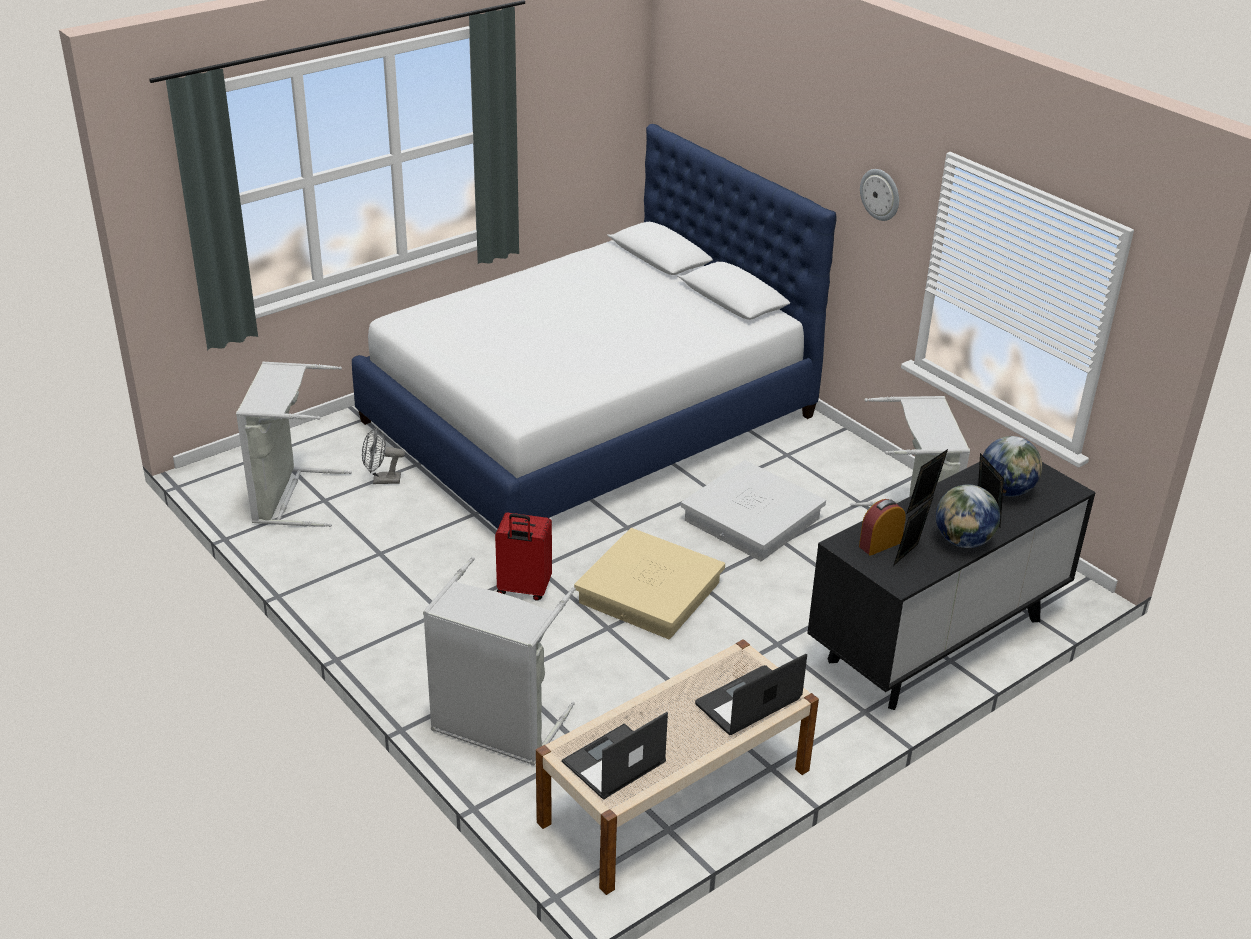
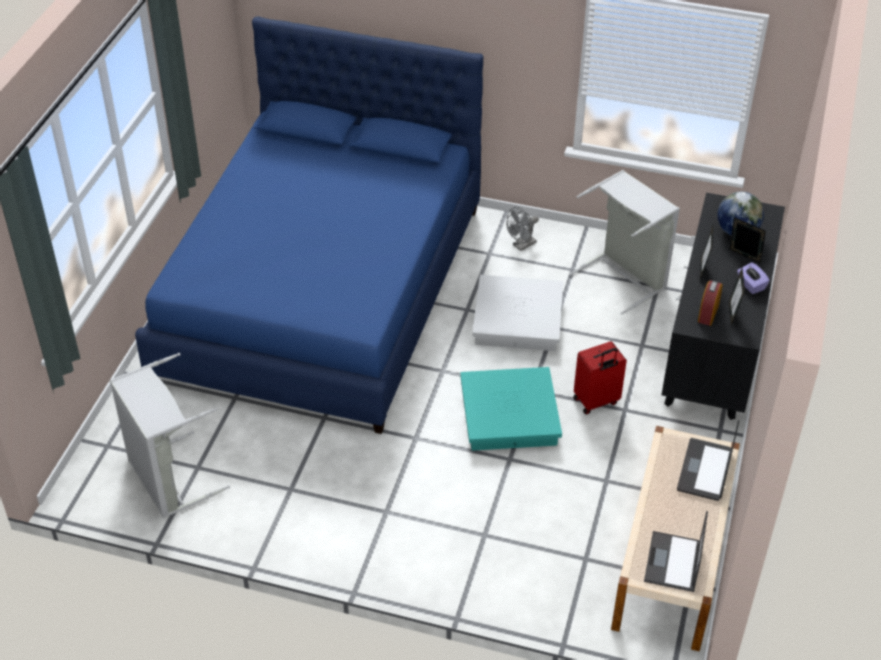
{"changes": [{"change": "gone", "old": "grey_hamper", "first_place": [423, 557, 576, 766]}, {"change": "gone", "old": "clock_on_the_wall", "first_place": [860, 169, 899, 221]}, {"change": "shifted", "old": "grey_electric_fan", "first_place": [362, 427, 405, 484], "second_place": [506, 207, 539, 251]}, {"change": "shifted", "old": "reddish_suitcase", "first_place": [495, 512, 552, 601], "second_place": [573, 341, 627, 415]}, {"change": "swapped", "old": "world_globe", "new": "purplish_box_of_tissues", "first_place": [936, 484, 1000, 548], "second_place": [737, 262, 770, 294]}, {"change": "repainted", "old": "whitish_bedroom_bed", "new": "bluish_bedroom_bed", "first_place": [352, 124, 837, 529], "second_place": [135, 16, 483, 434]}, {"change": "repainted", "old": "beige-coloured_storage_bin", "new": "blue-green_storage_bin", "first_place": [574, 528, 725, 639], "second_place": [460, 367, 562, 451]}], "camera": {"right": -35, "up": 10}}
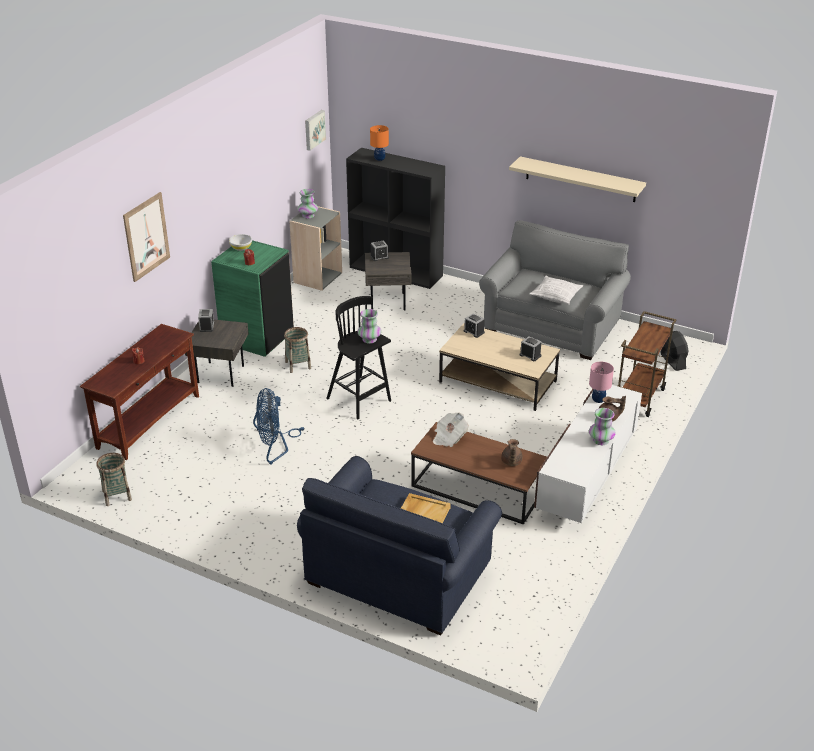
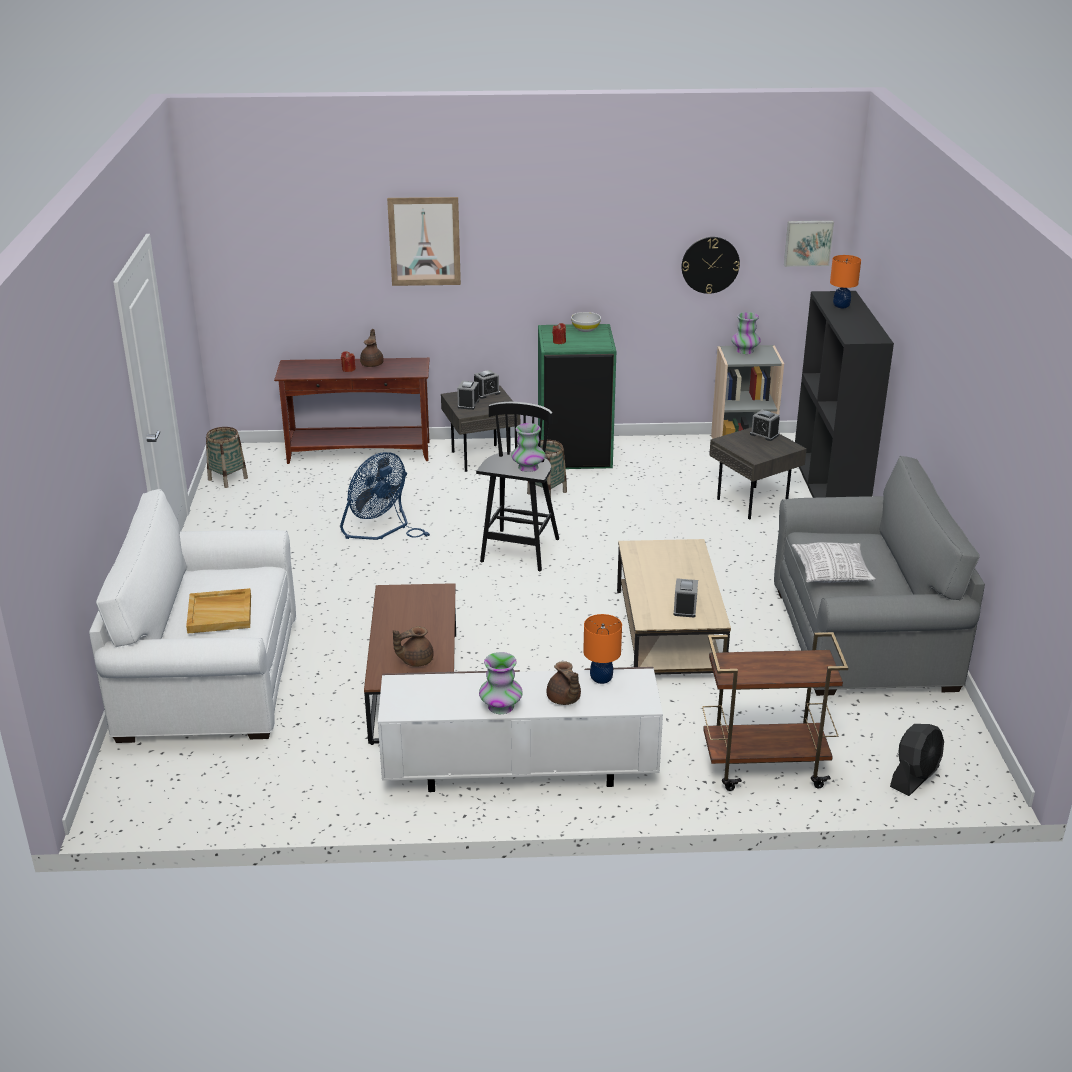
{"changes": [{"change": "gone", "old": "daily_paper", "first_place": [433, 413, 468, 447]}, {"change": "gone", "old": "beige-coloured_bracket_shelf", "first_place": [509, 156, 646, 202]}, {"change": "new", "new": "brown-coloured_tea_pot", "second_place": [360, 329, 384, 367]}, {"change": "new", "new": "clock_on_the_wall", "second_place": [682, 237, 740, 294]}, {"change": "shifted", "old": "bedside_clock", "first_place": [464, 313, 485, 338], "second_place": [457, 381, 479, 410]}, {"change": "repainted", "old": "bluish_couch", "new": "whitish_couch", "first_place": [297, 456, 502, 635], "second_place": [89, 489, 296, 743]}, {"change": "repainted", "old": "pinkish_table_lamp", "new": "orange_table_lamp", "first_place": [589, 362, 614, 403], "second_place": [583, 614, 622, 684]}], "camera": {"right": 60, "up": -5}}
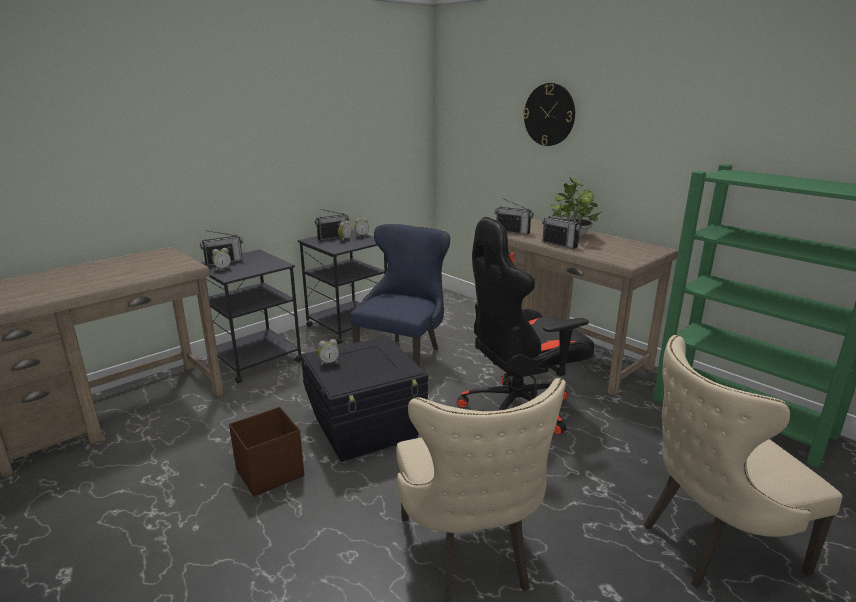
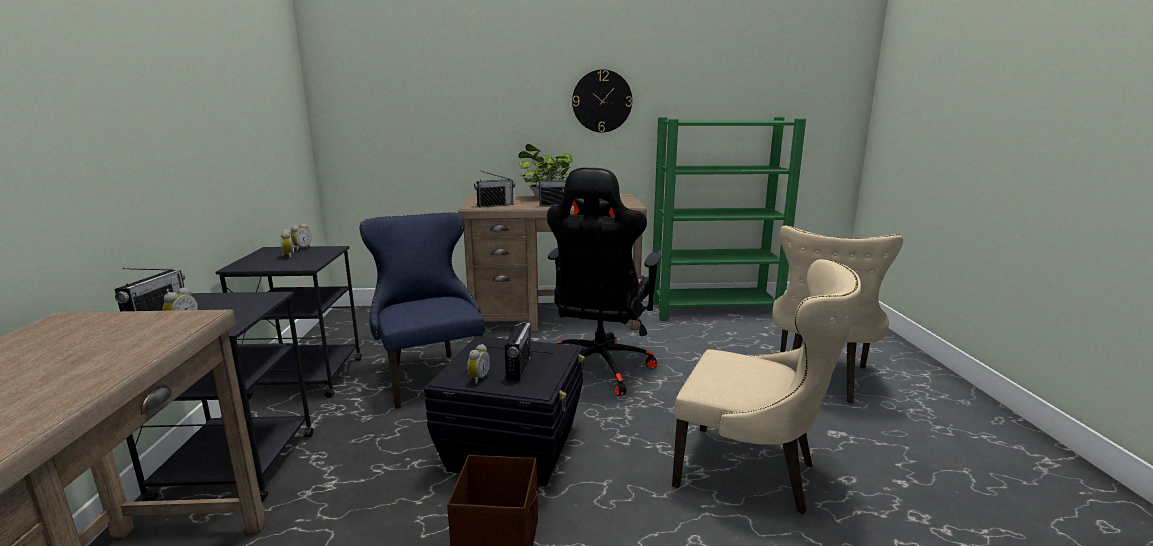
{"changes": [{"change": "shifted", "old": "radio", "first_place": [315, 209, 349, 240], "second_place": [504, 322, 532, 381]}, {"change": "shifted", "old": "clock_on_the_wall", "first_place": [523, 83, 575, 146], "second_place": [572, 69, 632, 132]}], "camera": {"right": -50, "up": -5}}
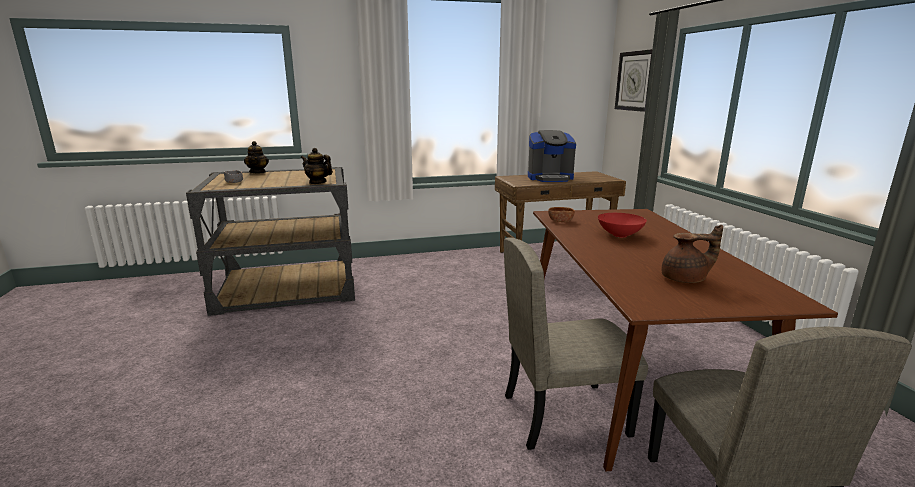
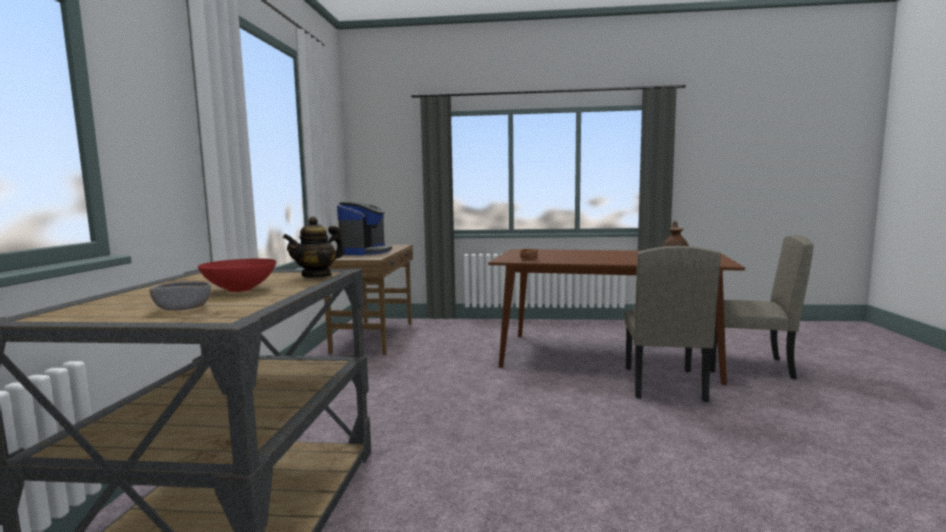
{"changes": [{"change": "gone", "old": "tea_pot", "first_place": [244, 141, 269, 173]}, {"change": "gone", "old": "clock_on_the_wall", "first_place": [615, 49, 652, 112]}, {"change": "shifted", "old": "reddish_serving_bowl", "first_place": [598, 213, 647, 237], "second_place": [198, 259, 276, 292]}], "camera": {"right": -70, "up": -10}}
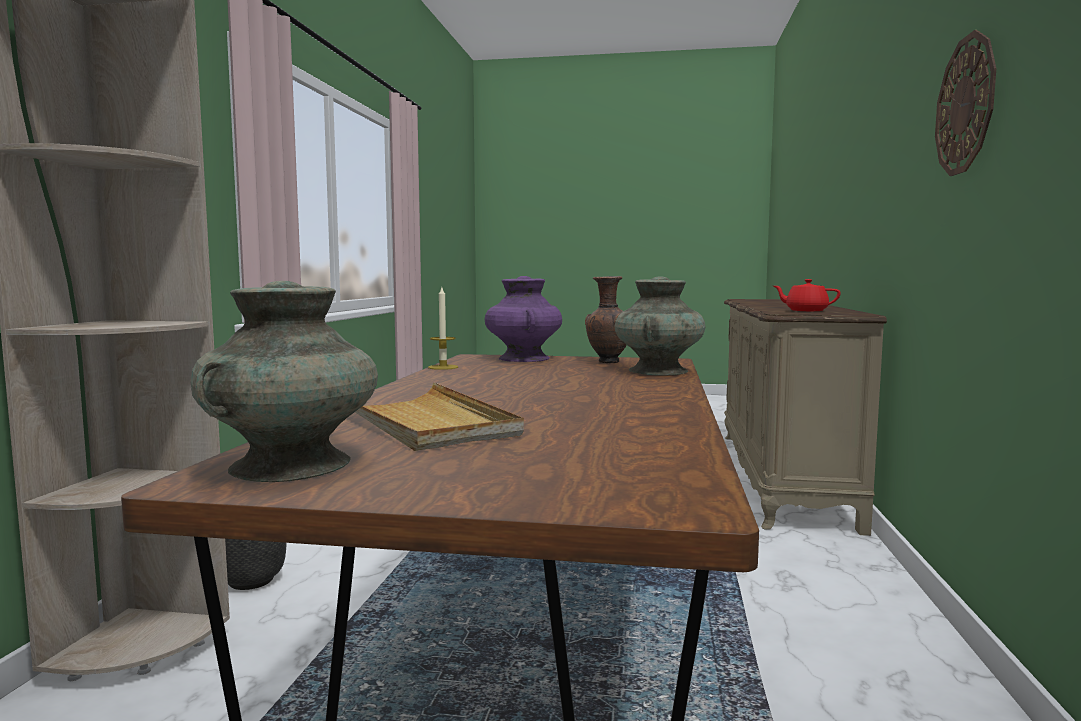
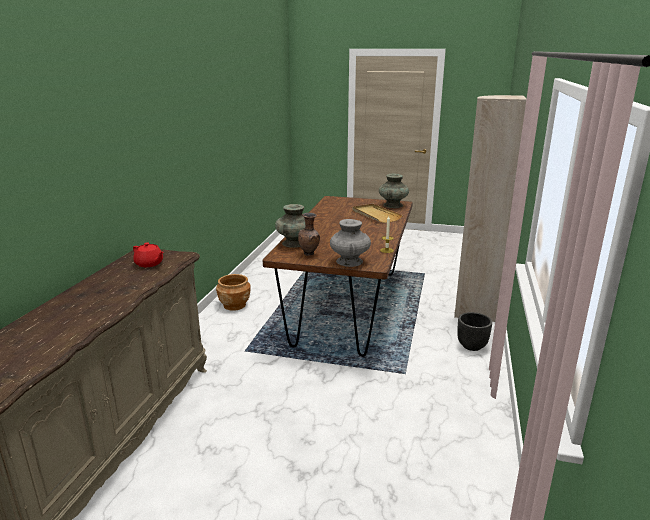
{"changes": [{"change": "gone", "old": "clock_on_the_wall", "first_place": [935, 30, 996, 176]}, {"change": "new", "new": "brown-coloured_planter", "second_place": [216, 274, 251, 311]}, {"change": "repainted", "old": "purplish_decorative_vase", "new": "grey_decorative_vase", "first_place": [484, 276, 562, 362], "second_place": [330, 219, 371, 267]}], "camera": {"right": -175, "up": 15}}
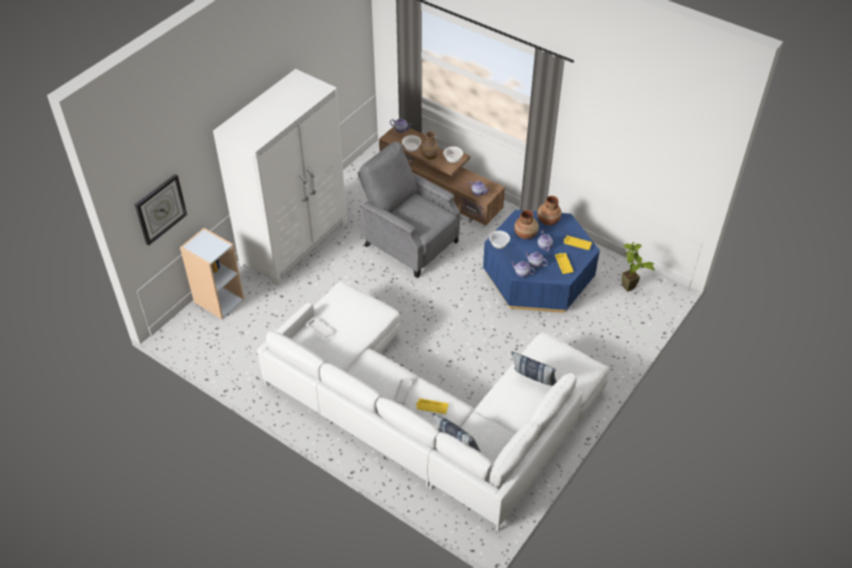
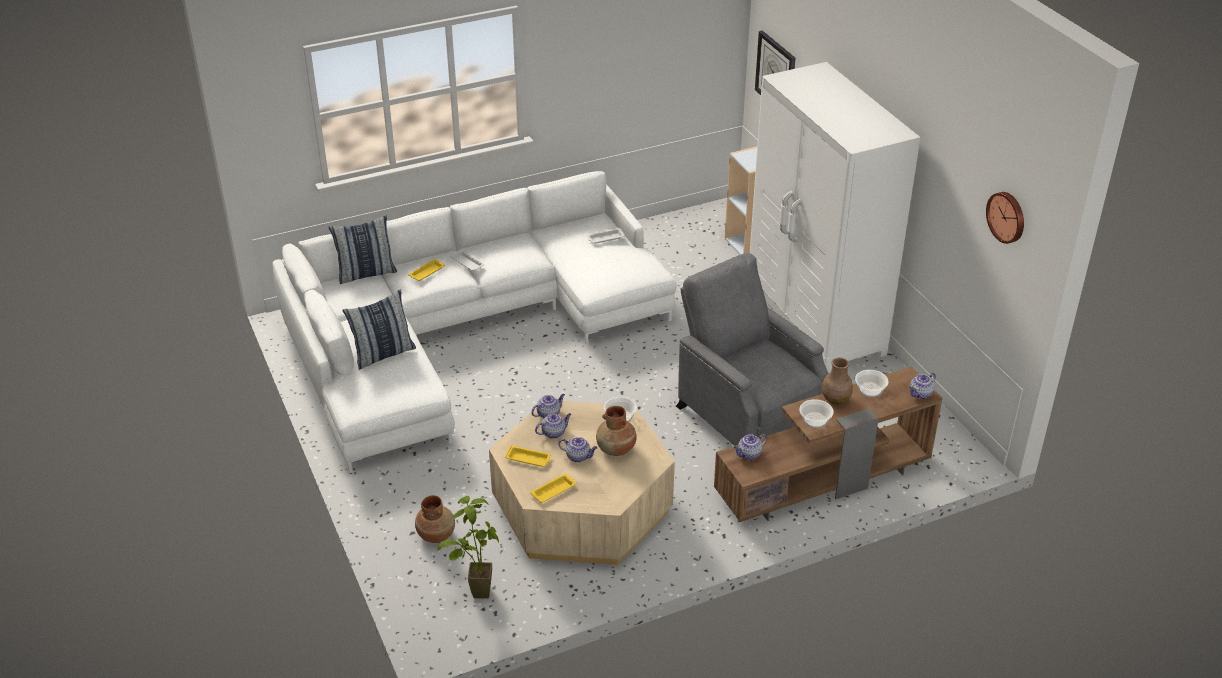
{"changes": [{"change": "new", "new": "clock_on_the_wall", "second_place": [986, 192, 1024, 244]}, {"change": "shifted", "old": "brown-coloured_decorative_vase", "first_place": [537, 196, 562, 225], "second_place": [415, 495, 455, 543]}, {"change": "repainted", "old": "bluish_lounge_table", "new": "beige-coloured_lounge_table", "first_place": [483, 210, 600, 313], "second_place": [489, 401, 675, 565]}, {"change": "rotated", "old": "grey_lounge_chair", "first_place": [358, 142, 460, 278], "second_place": [676, 253, 829, 446], "degrees": -105}], "camera": {"right": 120, "up": -10}}
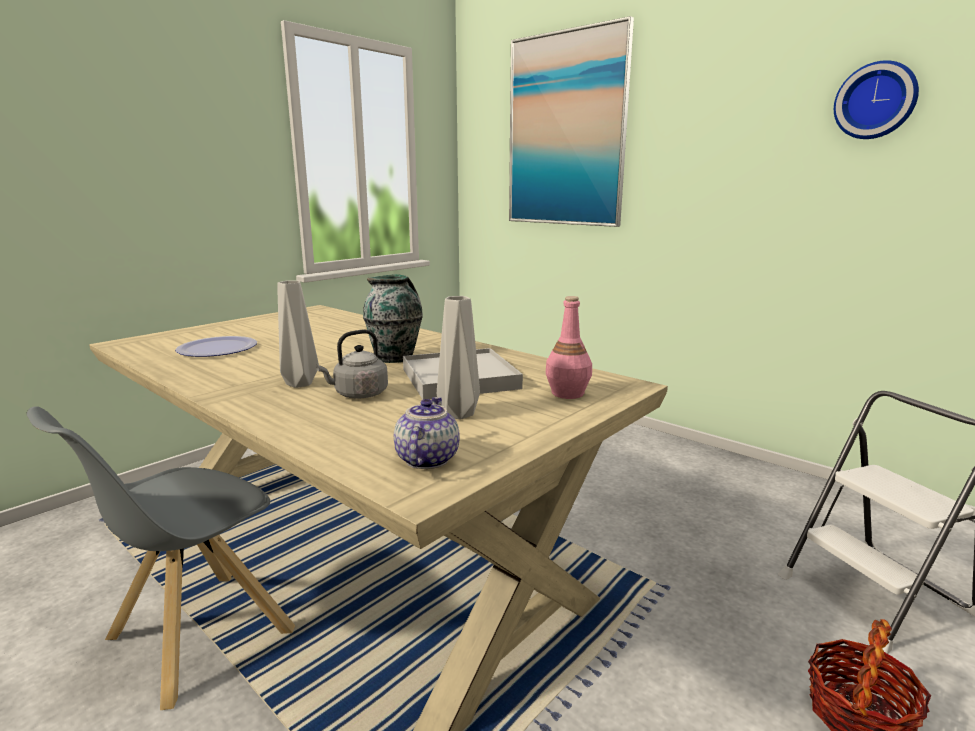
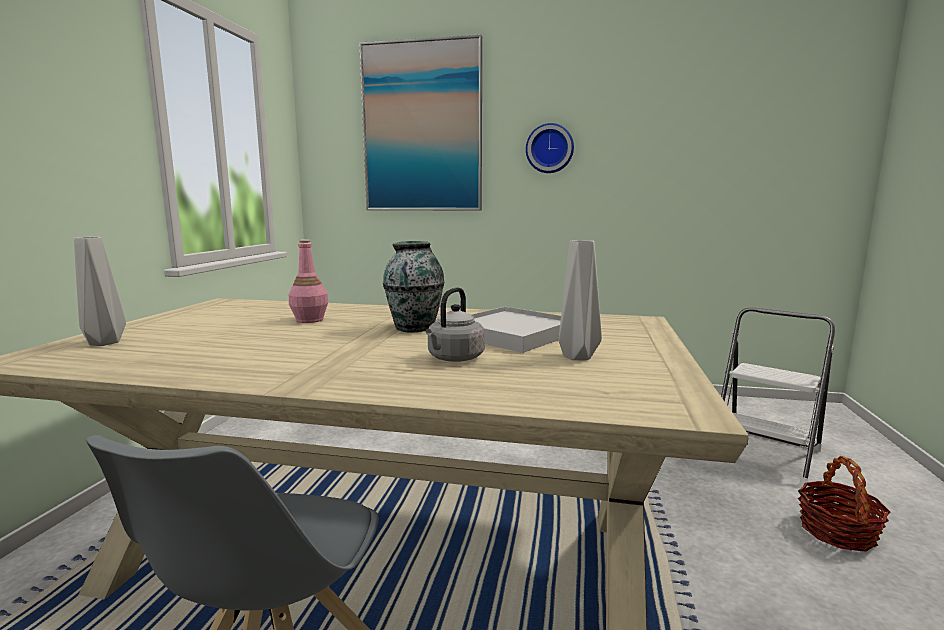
{"changes": [{"change": "gone", "old": "plate", "first_place": [175, 336, 257, 357]}, {"change": "gone", "old": "tea_pot", "first_place": [394, 397, 460, 469]}, {"change": "shifted", "old": "grey_decorative_vase", "first_place": [277, 280, 319, 388], "second_place": [74, 237, 126, 346]}, {"change": "shifted", "old": "pinkish_drink_bottle", "first_place": [546, 296, 592, 399], "second_place": [289, 239, 328, 323]}, {"change": "shifted", "old": "clock_on_the_wall", "first_place": [834, 60, 919, 139], "second_place": [526, 123, 574, 173]}], "camera": {"right": -30, "up": -5}}
